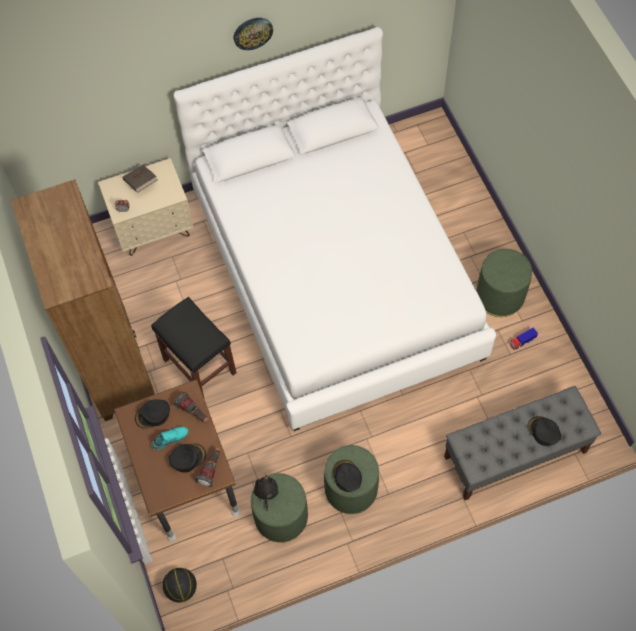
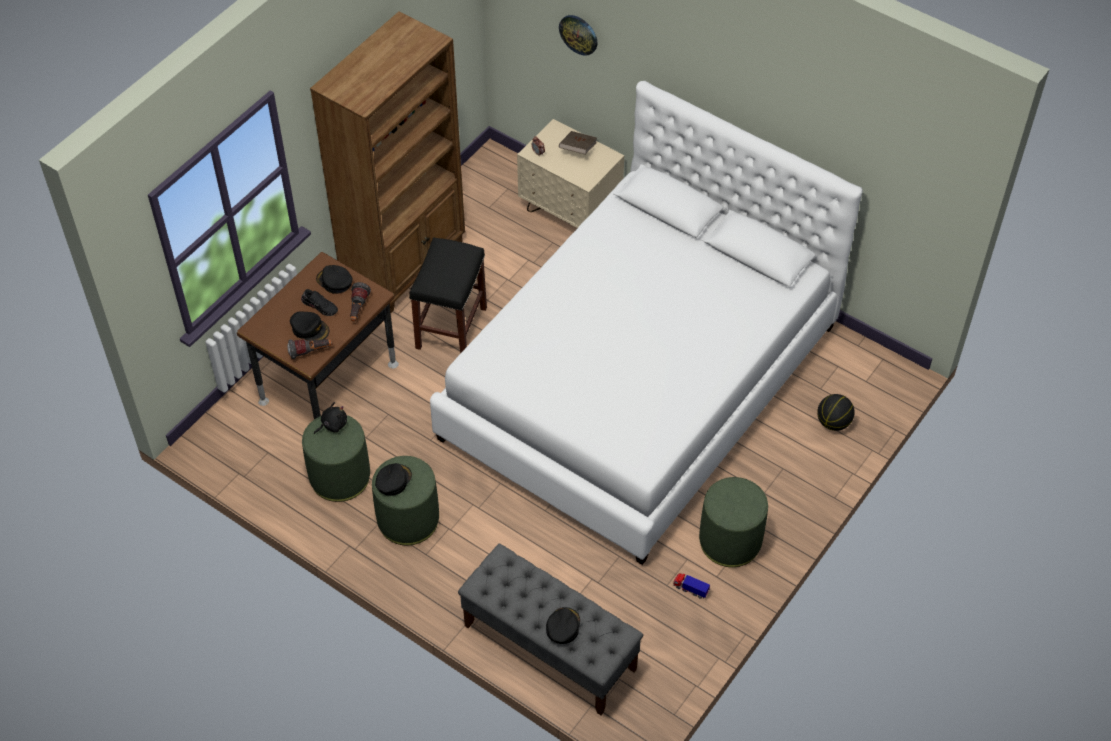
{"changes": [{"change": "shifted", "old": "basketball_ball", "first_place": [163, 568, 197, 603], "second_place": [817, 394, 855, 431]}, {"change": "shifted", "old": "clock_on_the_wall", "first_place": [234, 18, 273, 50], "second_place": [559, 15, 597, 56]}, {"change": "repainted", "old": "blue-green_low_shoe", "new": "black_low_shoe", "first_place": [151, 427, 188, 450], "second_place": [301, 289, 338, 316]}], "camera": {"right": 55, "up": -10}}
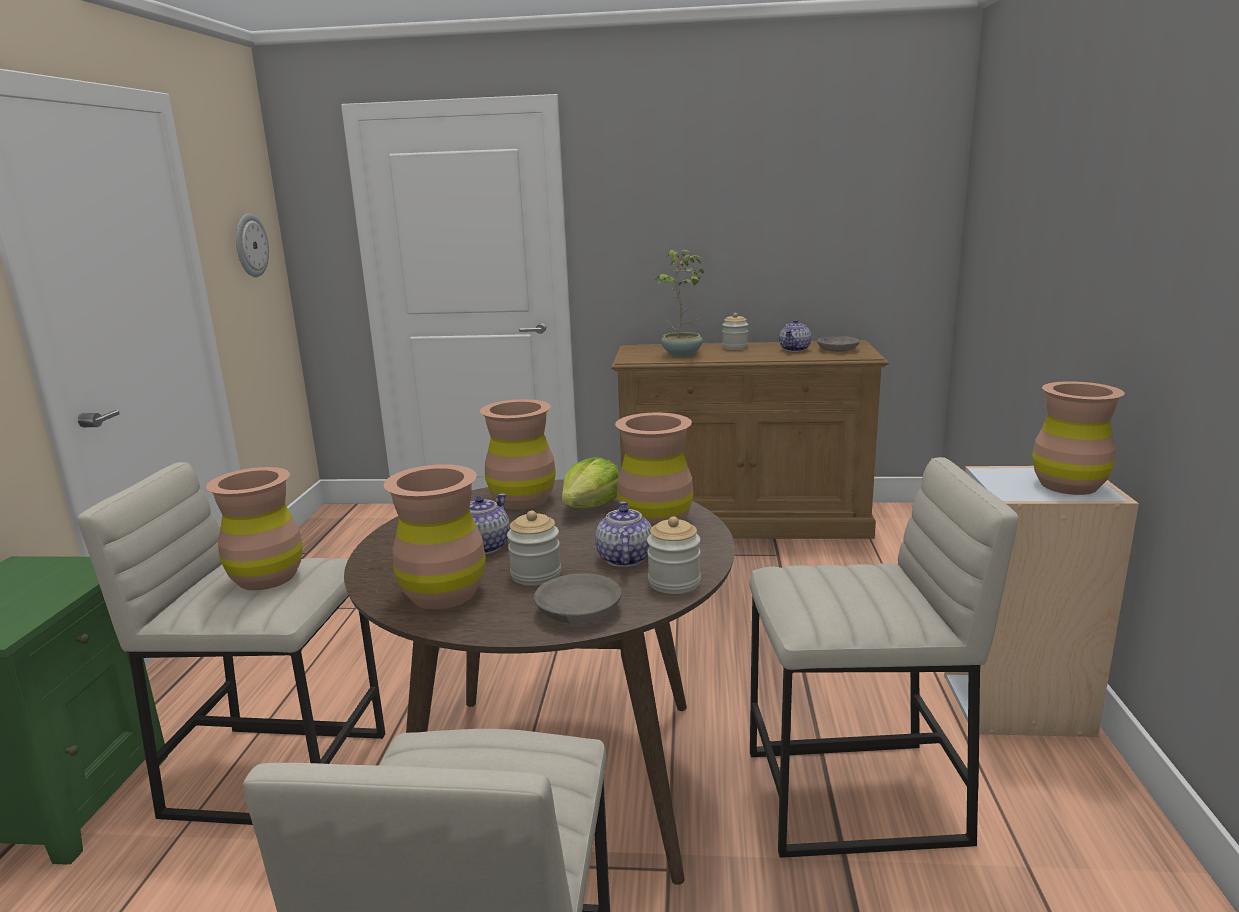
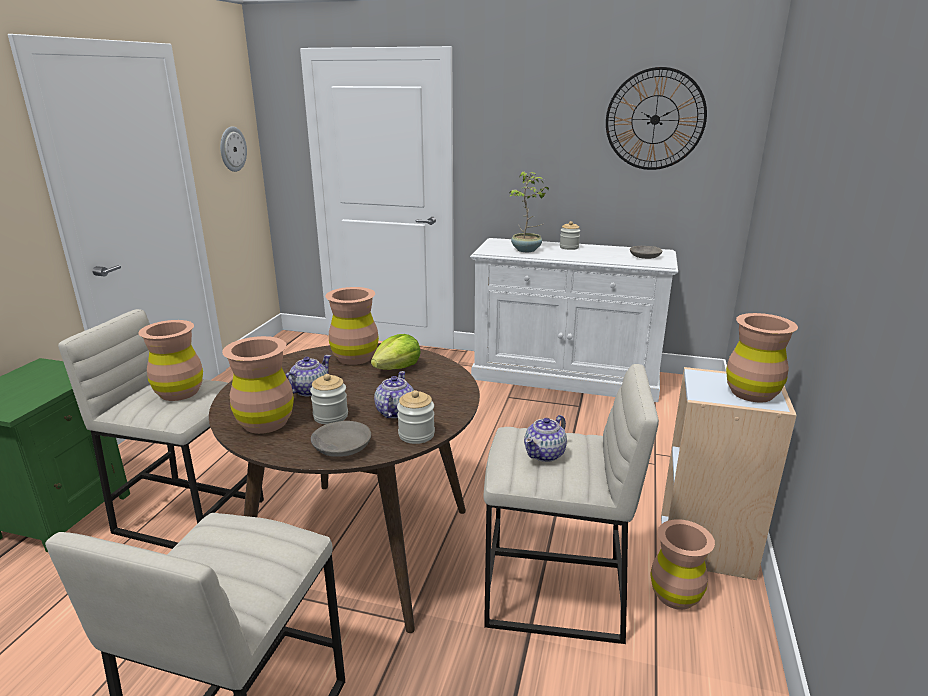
{"changes": [{"change": "new", "new": "clock_on_the_wall", "second_place": [606, 67, 707, 170]}, {"change": "shifted", "old": "brown-coloured_decorative_vase", "first_place": [615, 413, 693, 527], "second_place": [650, 519, 715, 610]}, {"change": "shifted", "old": "tea_pot", "first_place": [779, 319, 811, 352], "second_place": [524, 415, 567, 462]}, {"change": "repainted", "old": "brown-coloured_cupboard", "new": "whitish_cupboard", "first_place": [611, 341, 889, 539], "second_place": [470, 238, 678, 402]}], "camera": {"right": 10, "up": 5}}
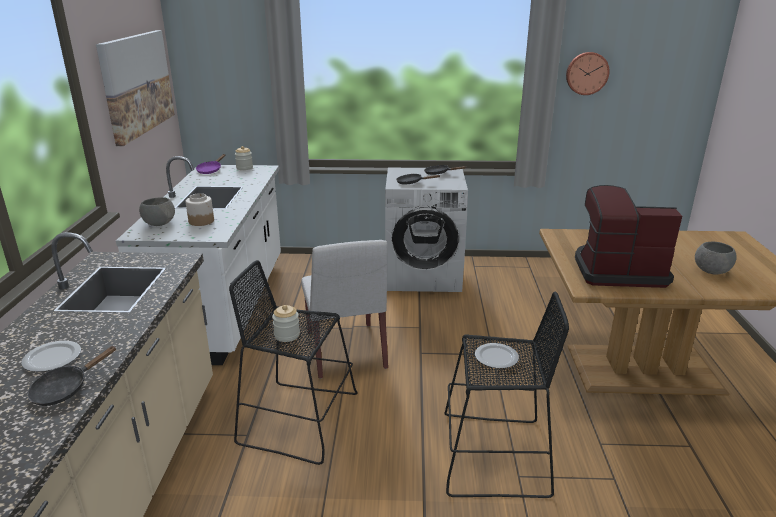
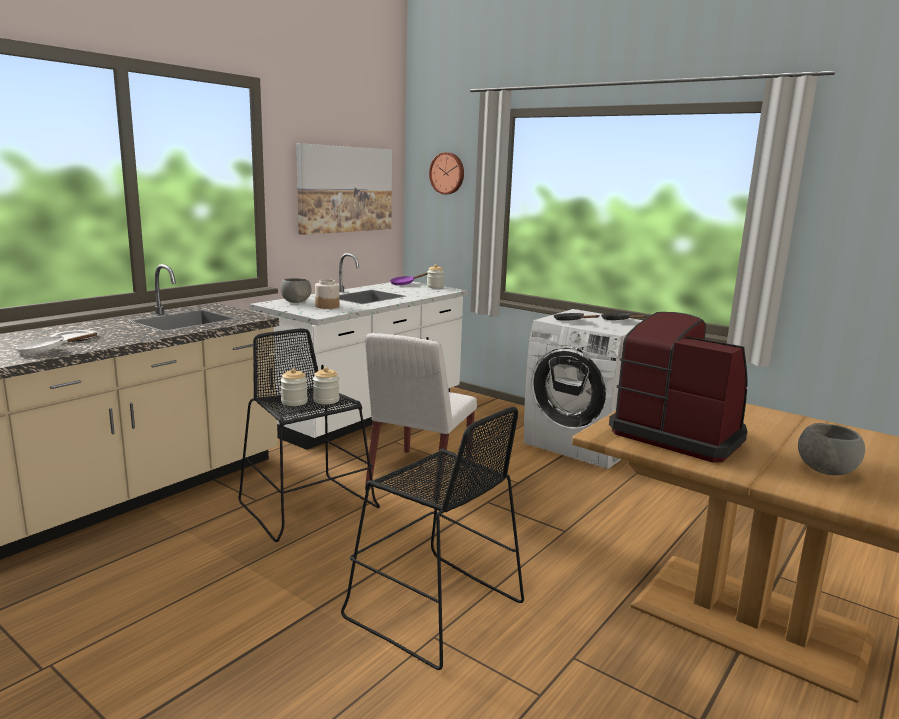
{"changes": [{"change": "gone", "old": "plate", "first_place": [475, 343, 519, 369]}, {"change": "new", "new": "jar", "second_place": [313, 367, 339, 404]}, {"change": "shifted", "old": "clock_on_the_wall", "first_place": [566, 52, 609, 95], "second_place": [429, 152, 464, 194]}, {"change": "repainted", "old": "black_frying_pan", "new": "whitish_frying_pan", "first_place": [27, 346, 116, 406], "second_place": [15, 332, 98, 354]}], "camera": {"right": 35, "up": -10}}
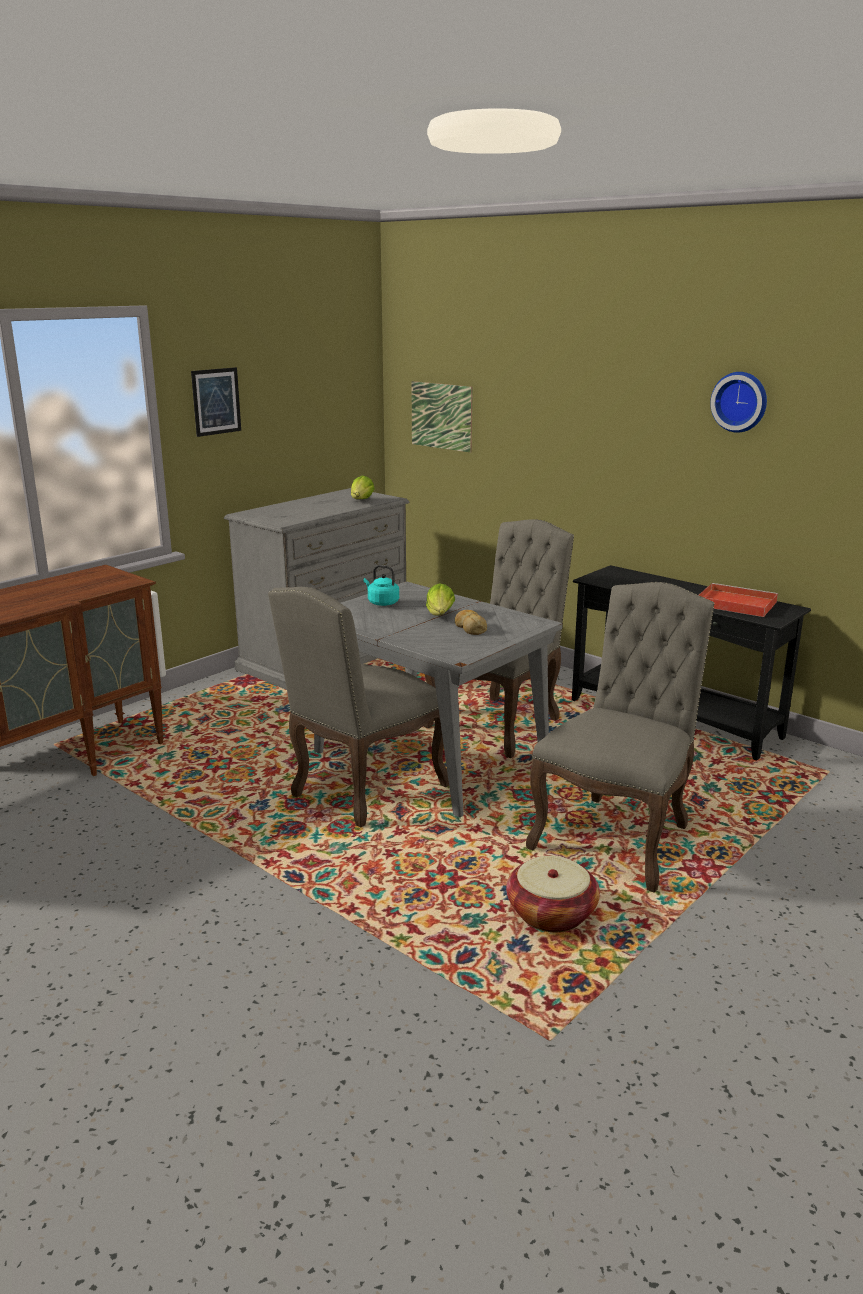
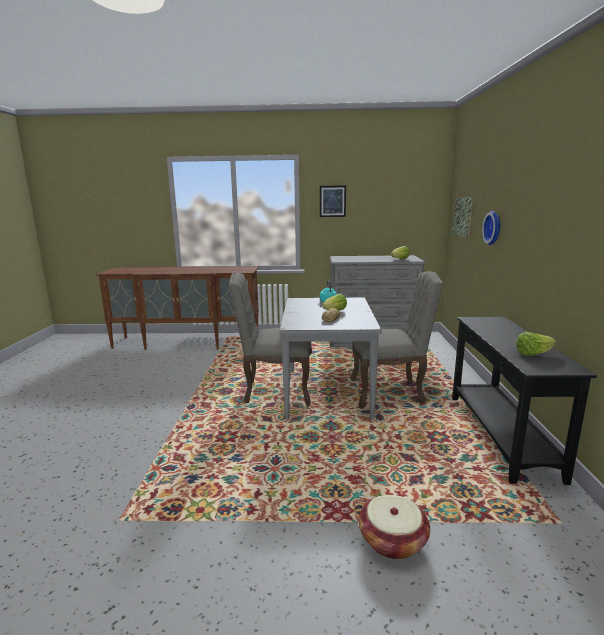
{"changes": [{"change": "gone", "old": "grey_upright_chair", "first_place": [526, 582, 714, 893]}, {"change": "shifted", "old": "household_basket", "first_place": [506, 856, 600, 932], "second_place": [358, 495, 430, 559]}, {"change": "shifted", "old": "clock_on_the_wall", "first_place": [710, 372, 767, 433], "second_place": [482, 211, 500, 245]}, {"change": "swapped", "old": "reddish_carrying_tray", "new": "lettuce", "first_place": [699, 583, 778, 617], "second_place": [516, 332, 556, 356]}], "camera": {"right": 50, "up": -5}}
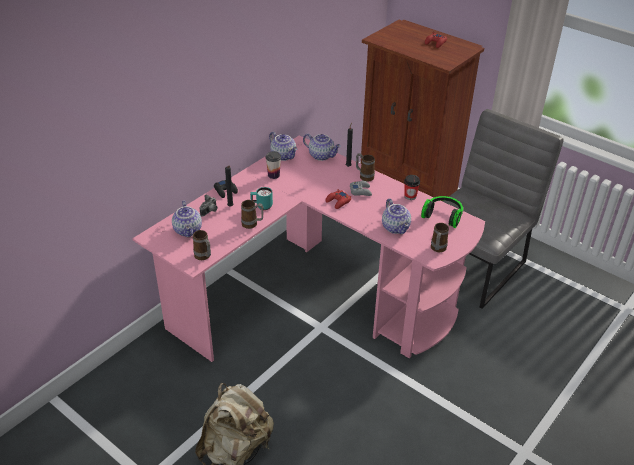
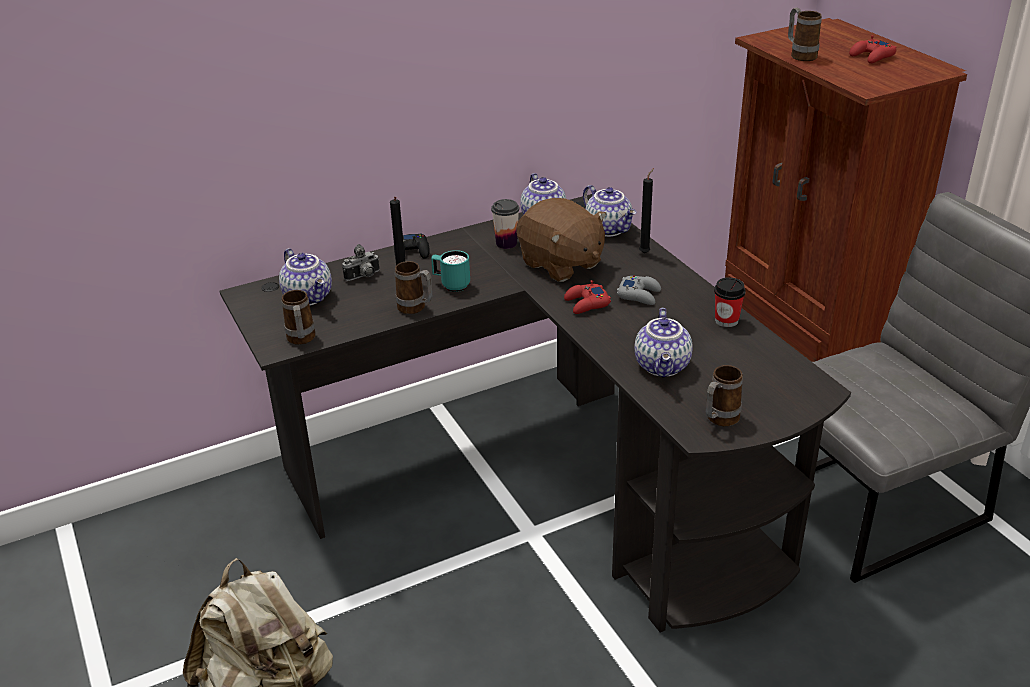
{"changes": [{"change": "gone", "old": "pair_of_headphones", "first_place": [421, 196, 463, 228]}, {"change": "new", "new": "brown-coloured_plush_toy", "second_place": [517, 198, 607, 282]}, {"change": "shifted", "old": "mug", "first_place": [356, 153, 375, 182], "second_place": [788, 8, 822, 61]}, {"change": "repainted", "old": "pinkish_desk_unit", "new": "black_desk_unit", "first_place": [132, 135, 485, 362], "second_place": [219, 194, 851, 632]}, {"change": "rotated", "old": "tea_pot", "first_place": [172, 201, 202, 237], "second_place": [279, 248, 332, 305], "degrees": -45}], "camera": {"right": 25, "up": -5}}
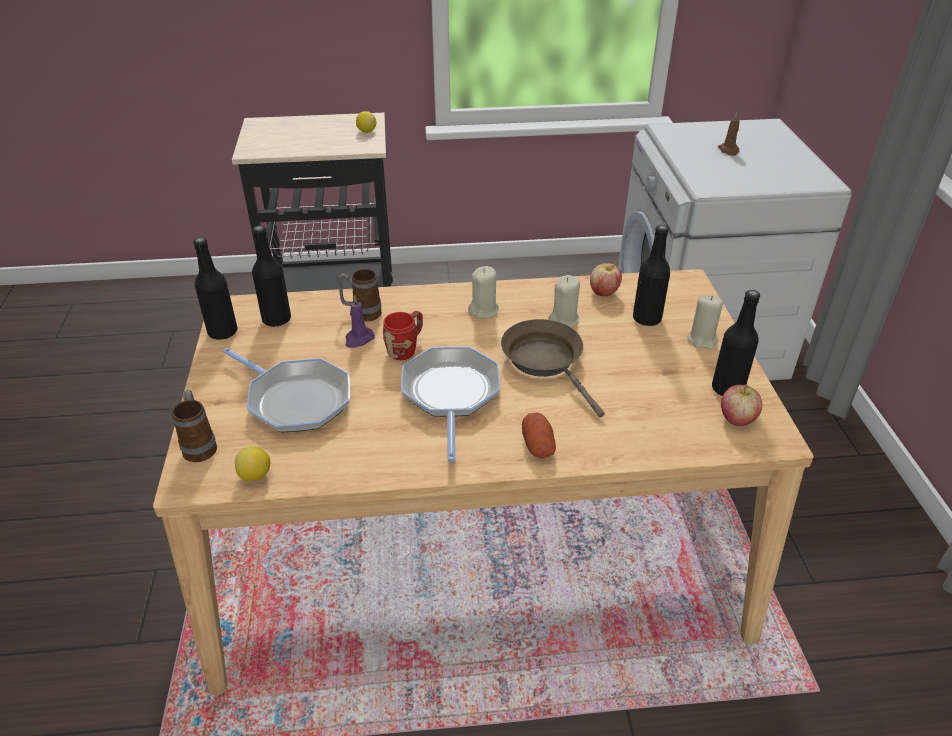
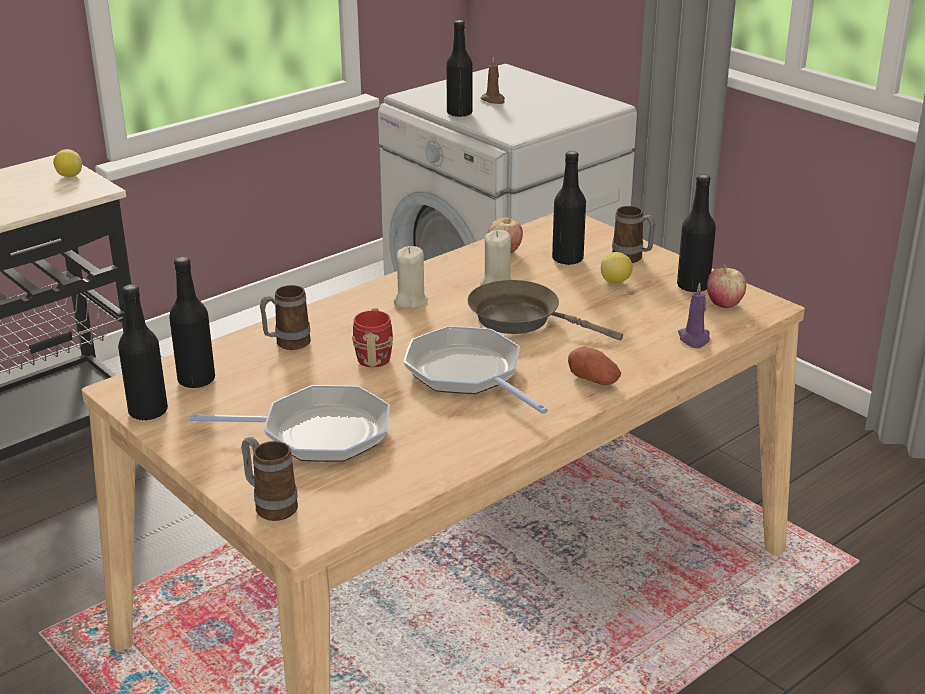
{"changes": [{"change": "new", "new": "black_drink_bottle", "second_place": [446, 20, 473, 117]}, {"change": "shifted", "old": "citrus_fruit", "first_place": [235, 446, 270, 481], "second_place": [601, 252, 633, 284]}, {"change": "shifted", "old": "purplish_candle", "first_place": [346, 295, 375, 348], "second_place": [678, 282, 710, 348]}, {"change": "swapped", "old": "beige-coloured_candle", "new": "mug", "first_place": [687, 294, 723, 349], "second_place": [612, 206, 655, 263]}], "camera": {"right": -35, "up": -10}}
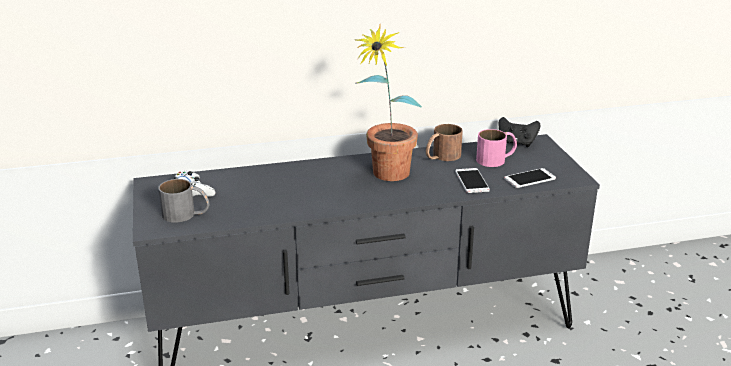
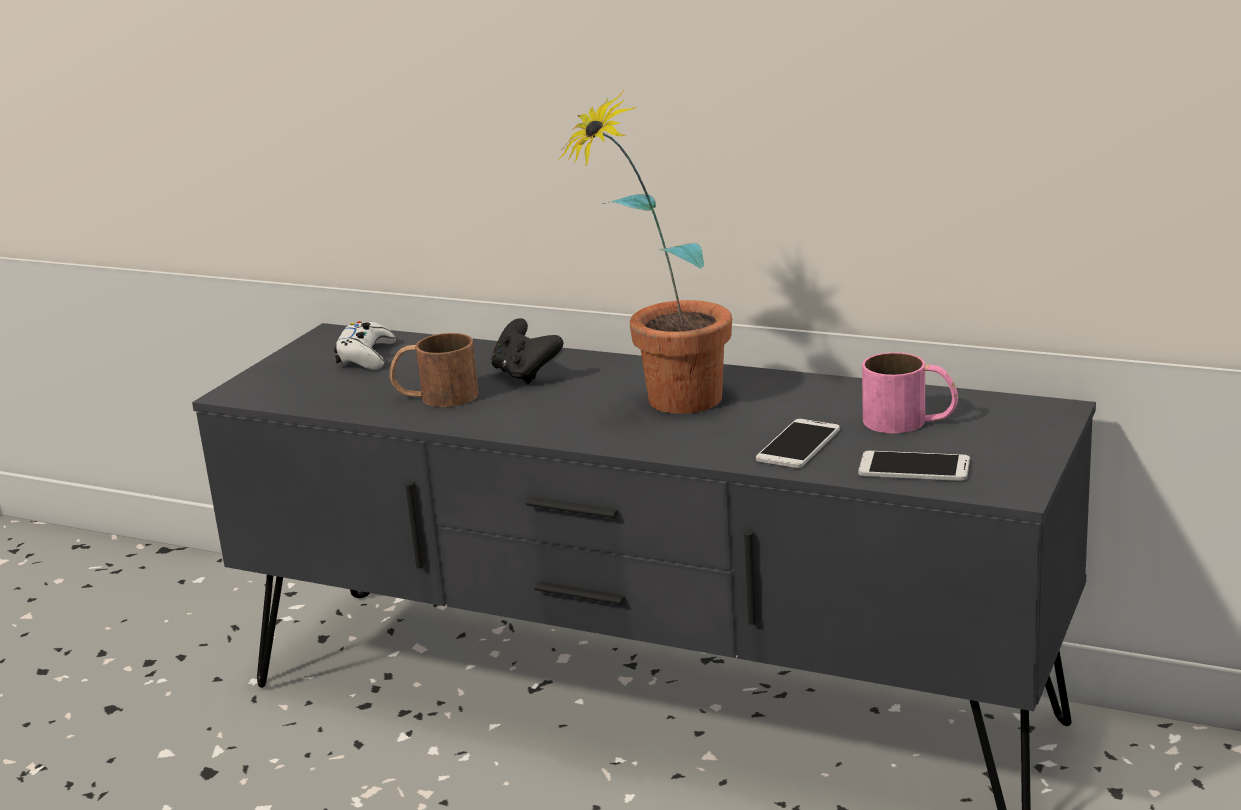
{"changes": [{"change": "gone", "old": "grey_mug", "first_place": [158, 179, 209, 223]}, {"change": "shifted", "old": "brown-coloured_mug", "first_place": [426, 124, 463, 161], "second_place": [390, 333, 479, 407]}, {"change": "shifted", "old": "black_gamepad", "first_place": [499, 117, 540, 147], "second_place": [491, 318, 564, 384]}], "camera": {"right": 40, "up": -5}}
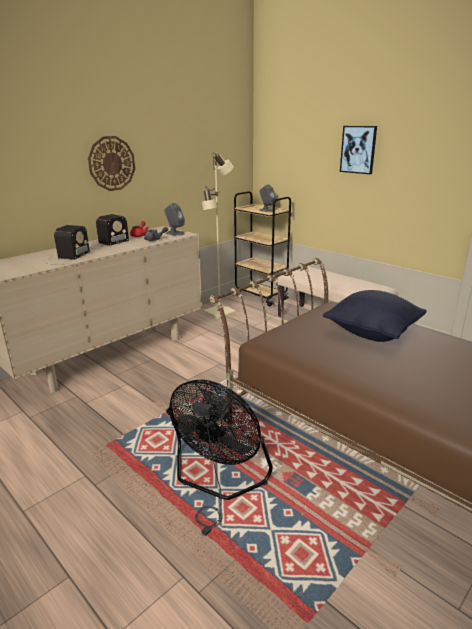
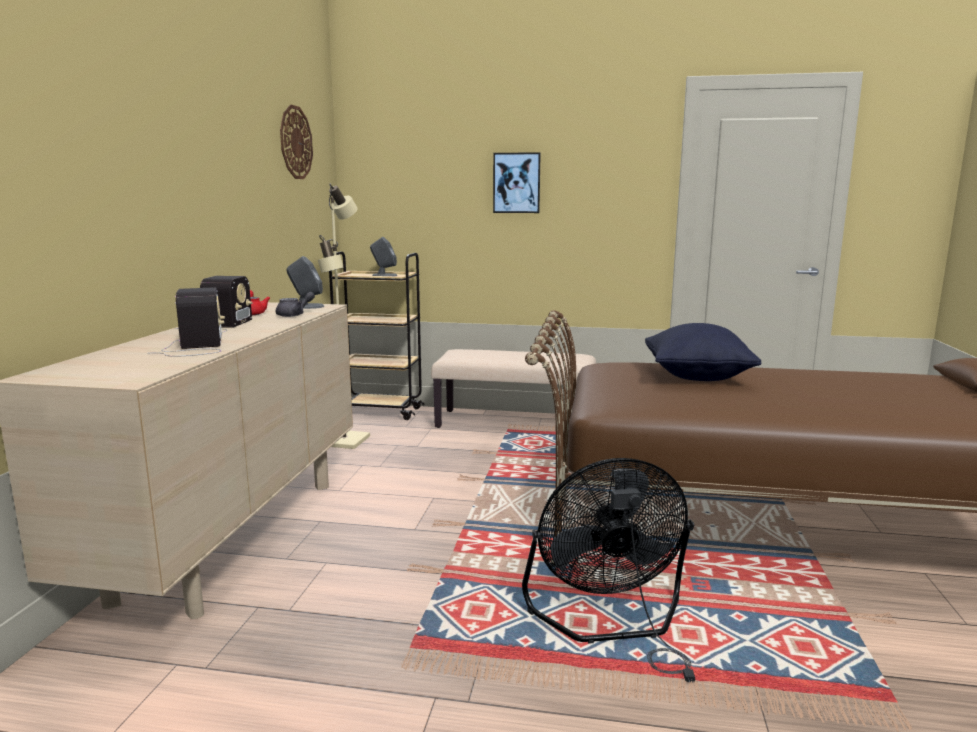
{"changes": [{"change": "shifted", "old": "clock_on_the_wall", "first_place": [88, 136, 135, 191], "second_place": [280, 105, 313, 179]}], "camera": {"right": -35, "up": -10}}
